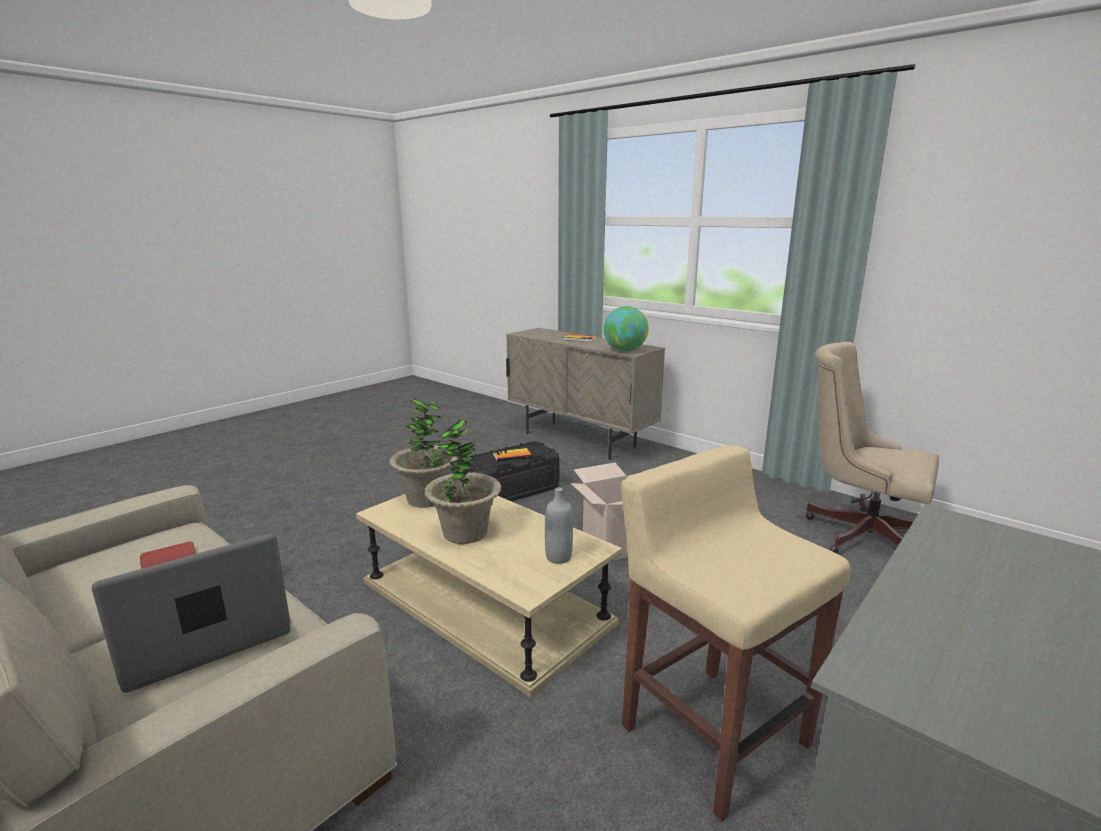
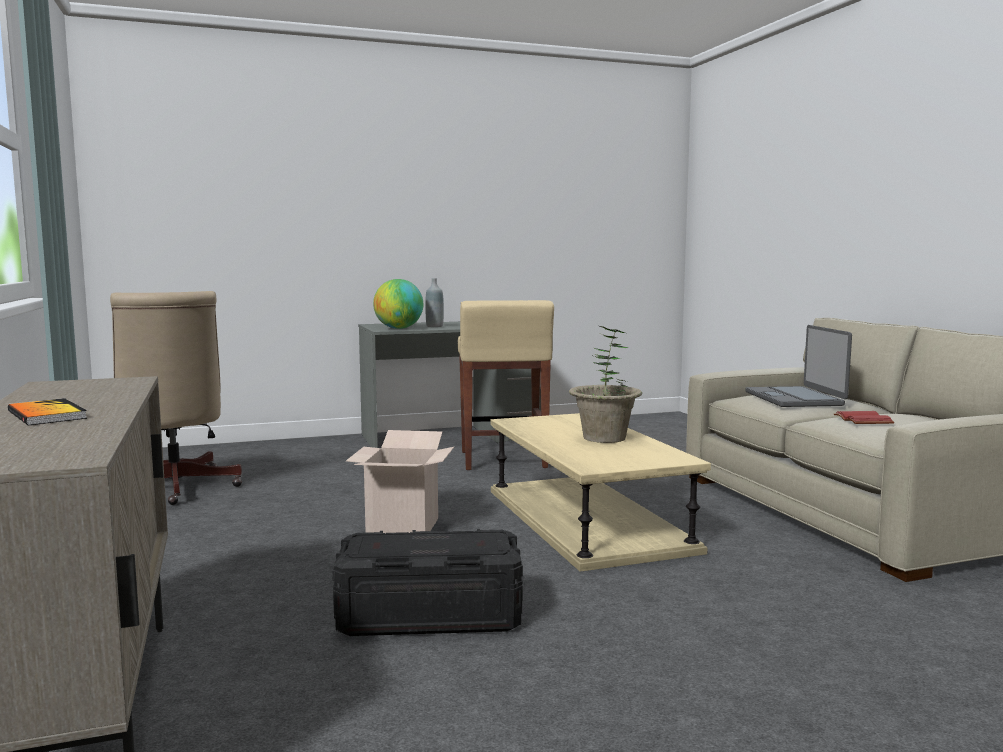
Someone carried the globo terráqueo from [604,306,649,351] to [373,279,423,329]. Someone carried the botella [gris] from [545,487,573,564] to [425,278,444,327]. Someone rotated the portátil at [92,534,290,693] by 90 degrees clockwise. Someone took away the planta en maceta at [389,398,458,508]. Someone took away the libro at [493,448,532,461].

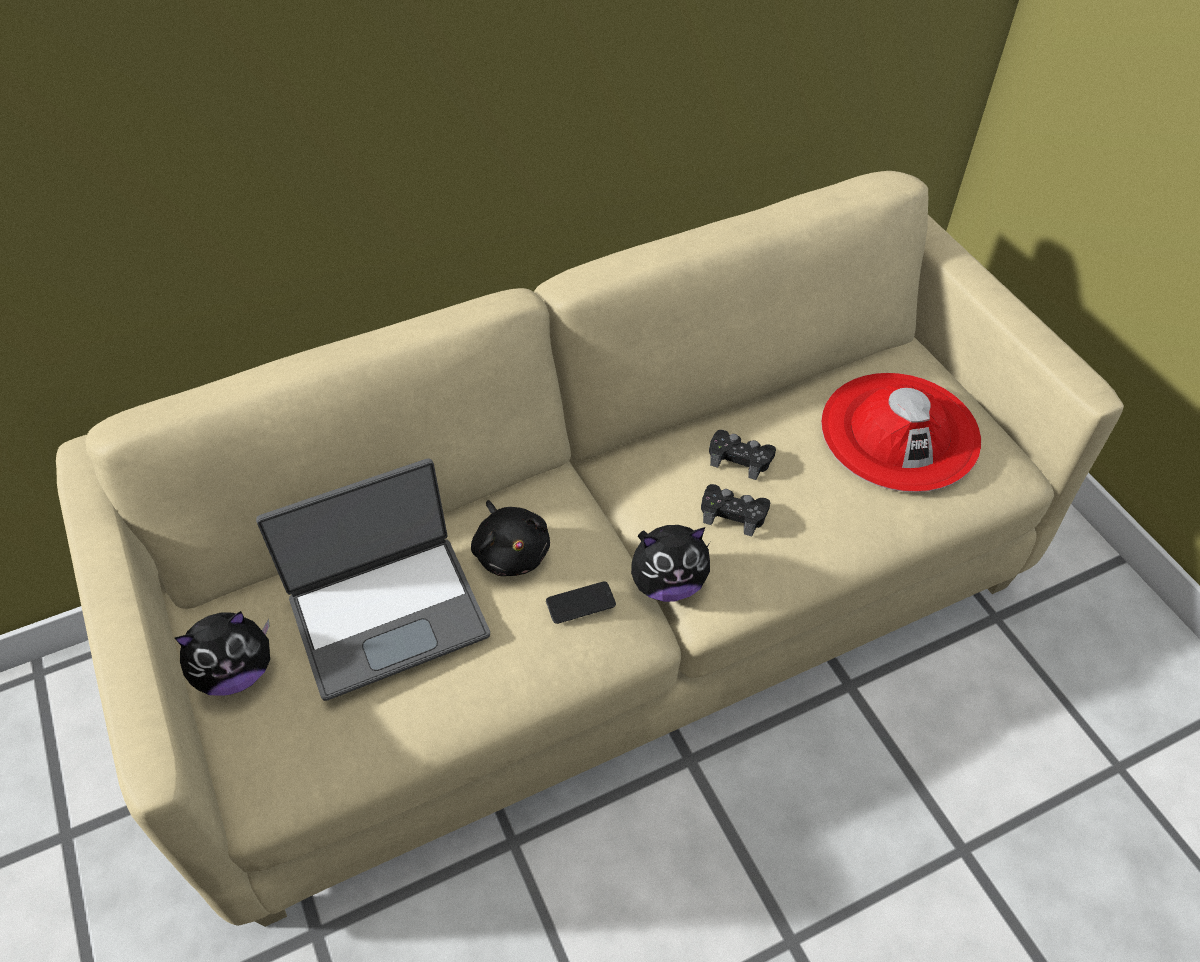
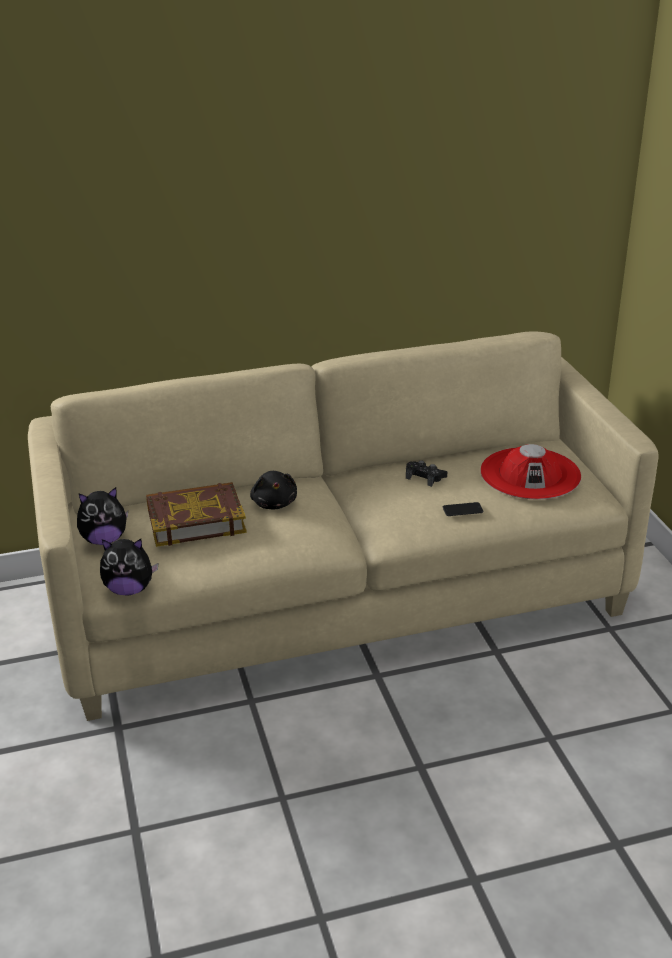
Someone carried the peluche from [631,525,710,602] to [100,539,159,596]. Someone swapped the portátil at [256,458,490,701] for the libro at [146,482,247,547]. Someone carried the móvil from [546,582,616,624] to [443,502,483,516]. Someone took away the mando de consola [negro] at [701,484,770,536].

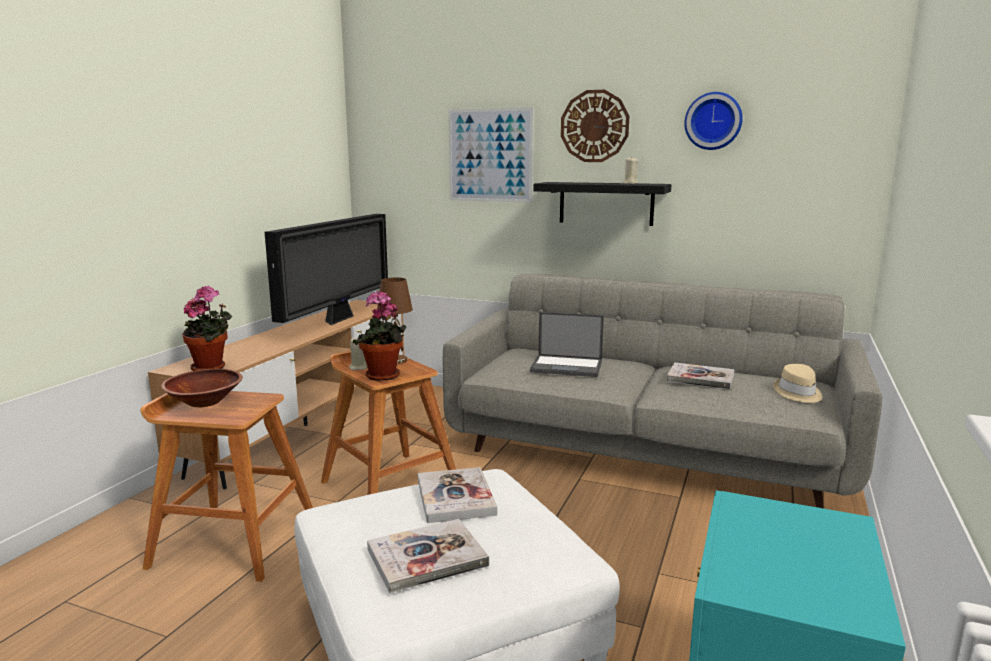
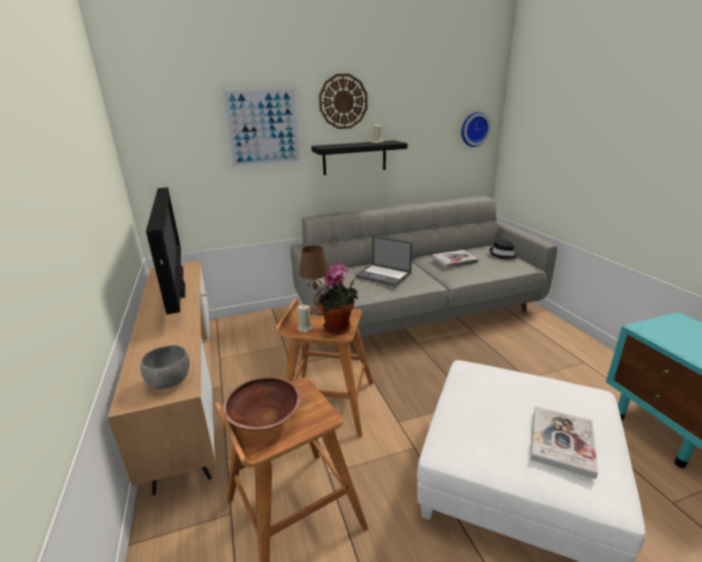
Someone swapped the planta en maceta at [182,285,233,371] for the cuenco [gris] at [140,345,190,389]. Someone rotated the portátil at [530,312,604,377] by 60 degrees clockwise. Someone carried the reloj de pared from [684,92,743,150] to [461,112,491,147]. Someone repainted the sombrero [beis] at [774,364,822,403], which became the sombrero [negro] at [490,239,518,260]. Someone took away the libro at [418,467,497,523].

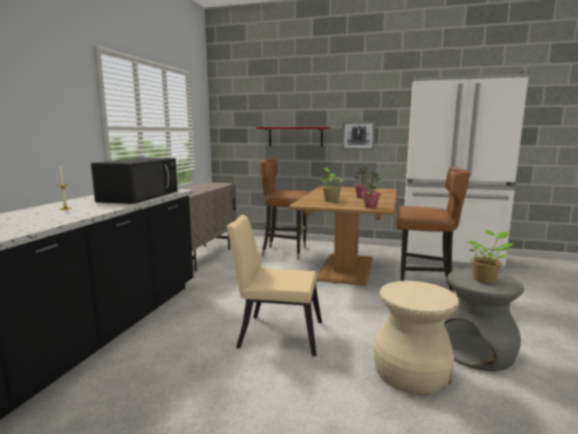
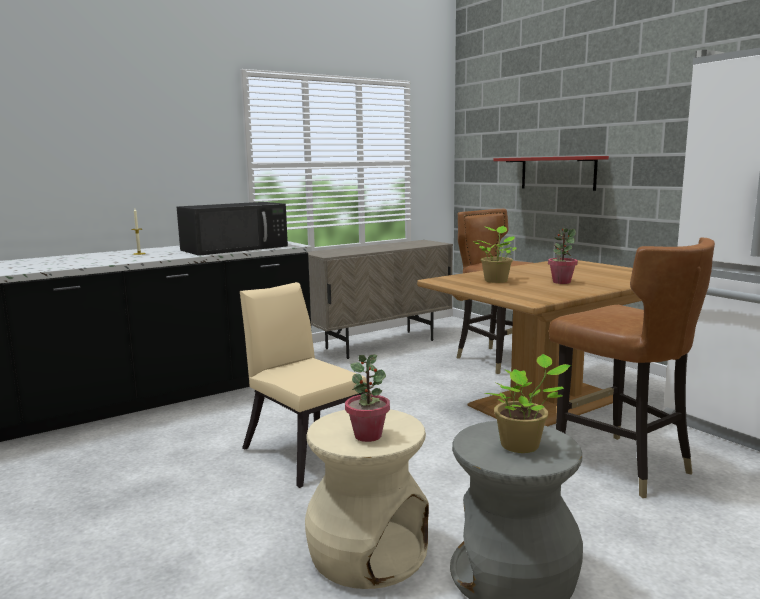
Someone carried the planta en maceta from [362,172,381,208] to [345,355,390,442]. Someone took away the cuadro at [342,121,375,150].

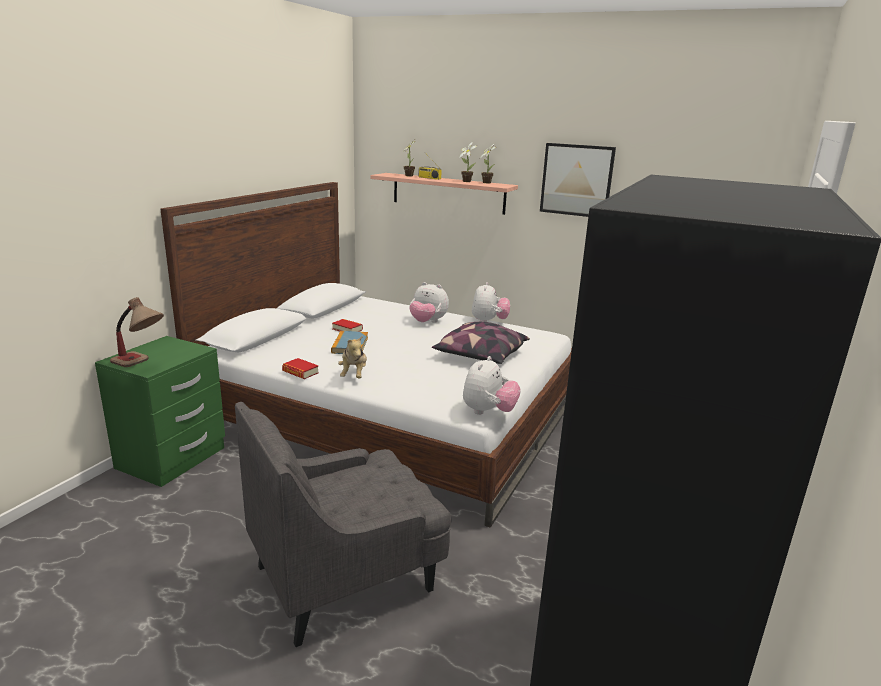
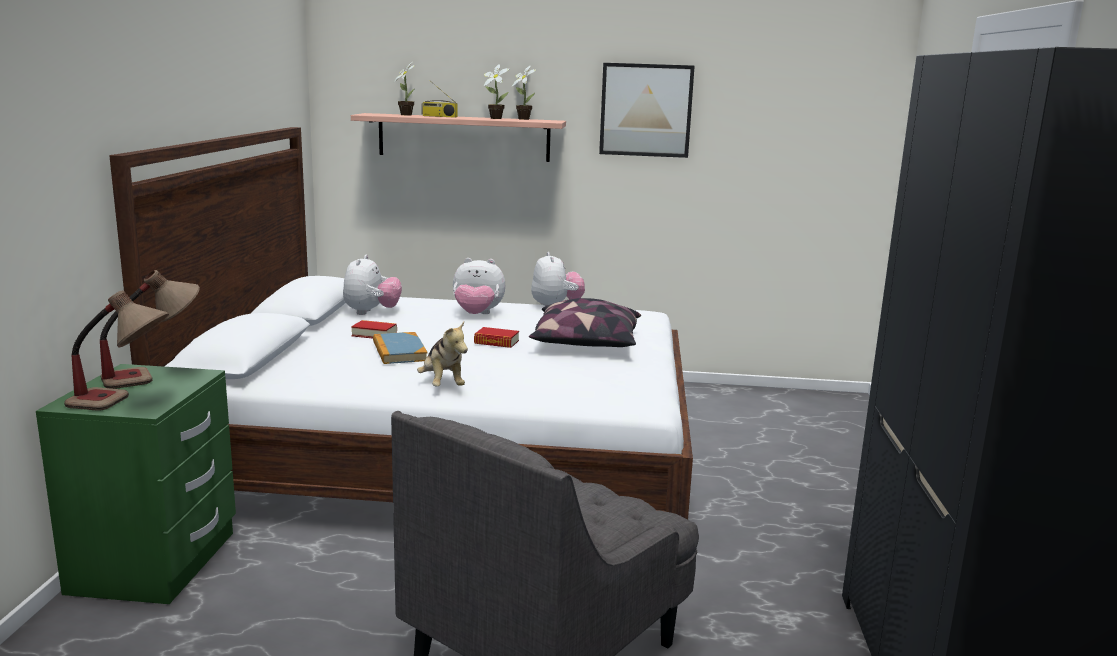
Someone put down the lámpara de mesa at [100,270,200,389]. Someone carried the peluche from [463,356,521,415] to [343,255,402,315]. Someone carried the libro from [282,358,319,379] to [474,327,519,348].

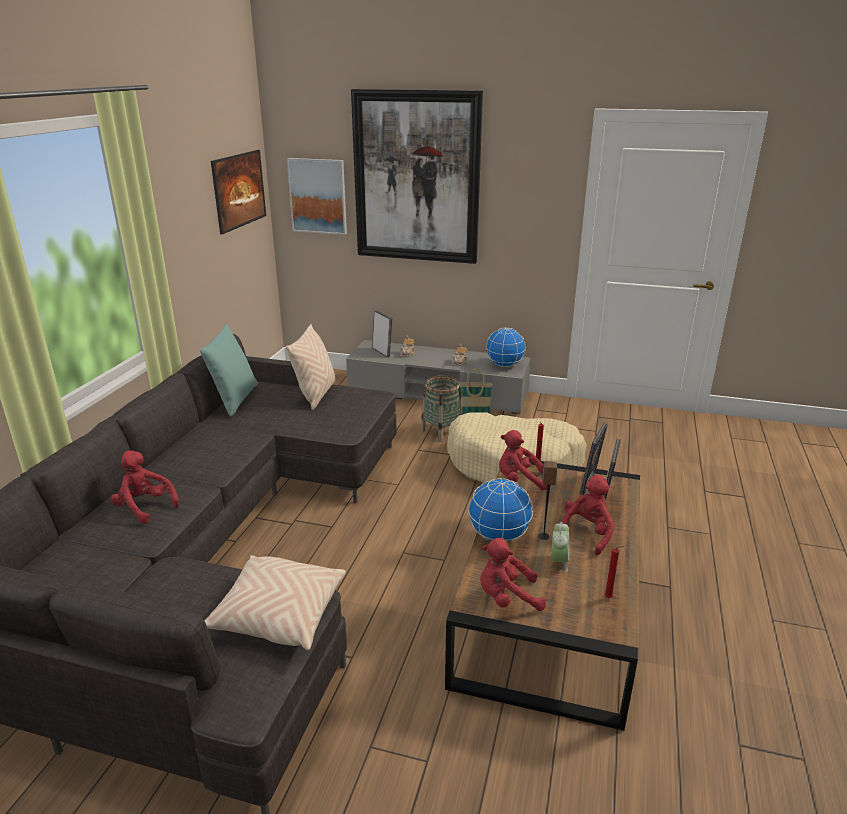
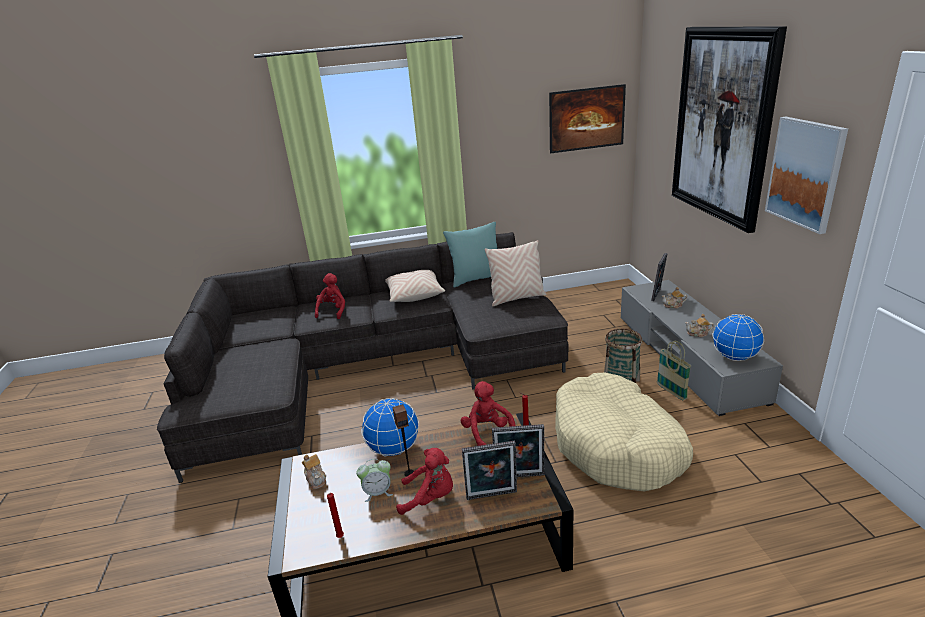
Someone swapped the peluche [rojo] at [480,538,546,611] for the tetera at [302,454,326,489]. Someone carried the cojín [beis] from [205,555,346,650] to [385,270,445,302]. Someone carried the cuadro from [287,158,347,235] to [765,117,848,234].

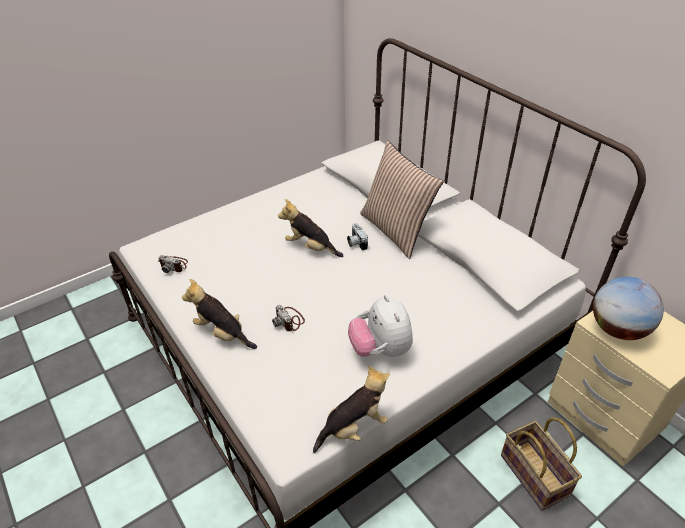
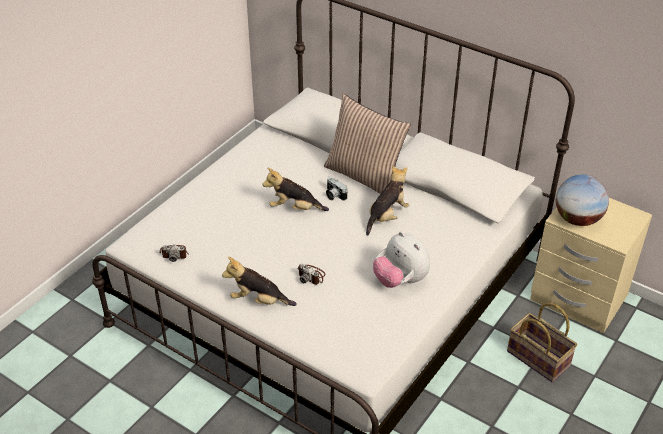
Someone carried the peluche from [313,365,390,453] to [366,166,409,235].

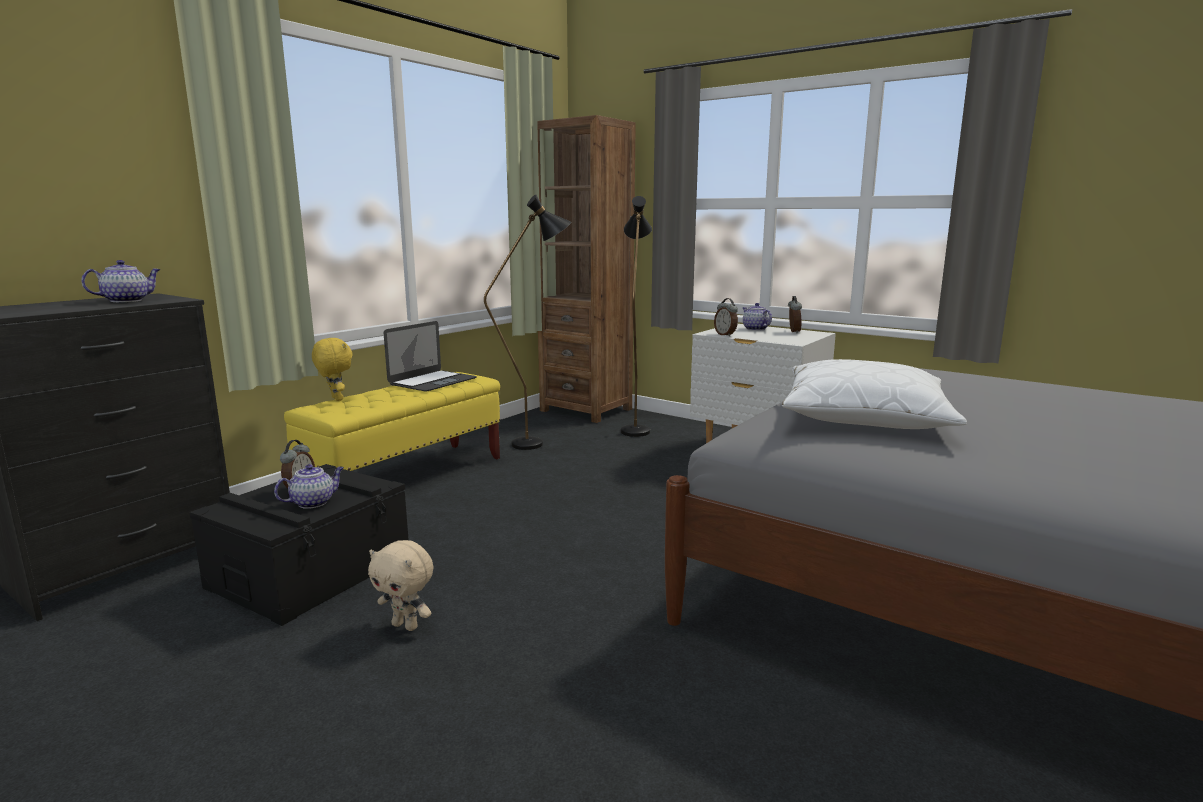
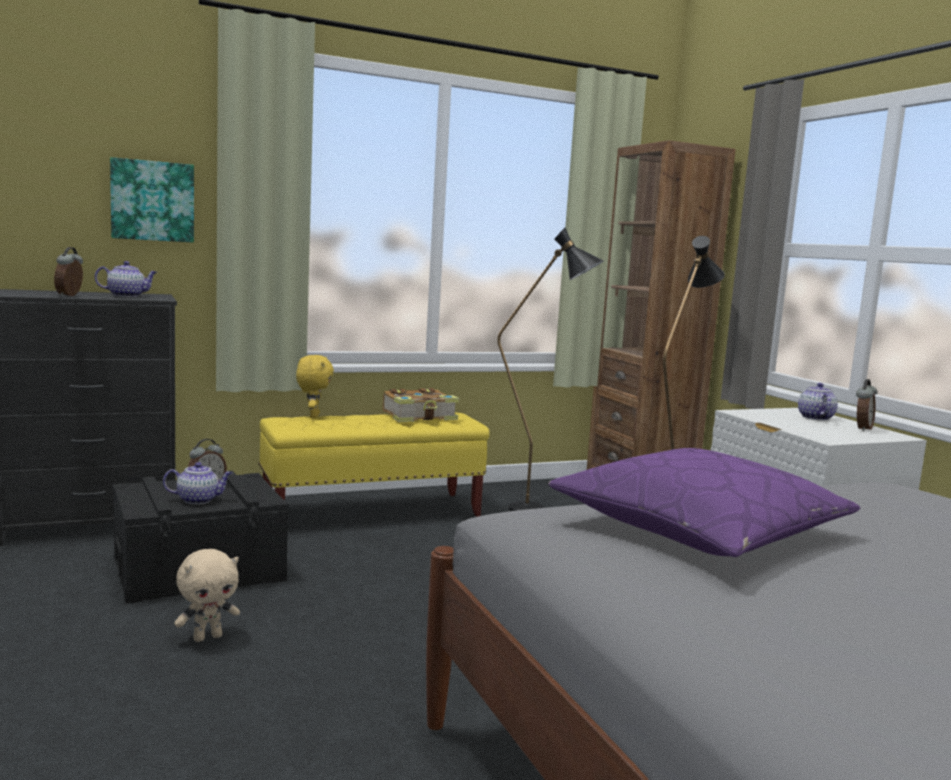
Someone carried the despertador from [714,298,738,337] to [54,247,83,296]. Someone put up the cuadro at [110,157,194,243]. Someone rotated the peluche [beis] at [368,540,433,631] by 90 degrees counterclockwise. Someone swapped the portátil at [384,321,477,391] for the libro at [383,388,459,422]. Someone repainted the cojín [blanco] at [782,359,967,429], which became the cojín [morado] at [548,448,860,557].

